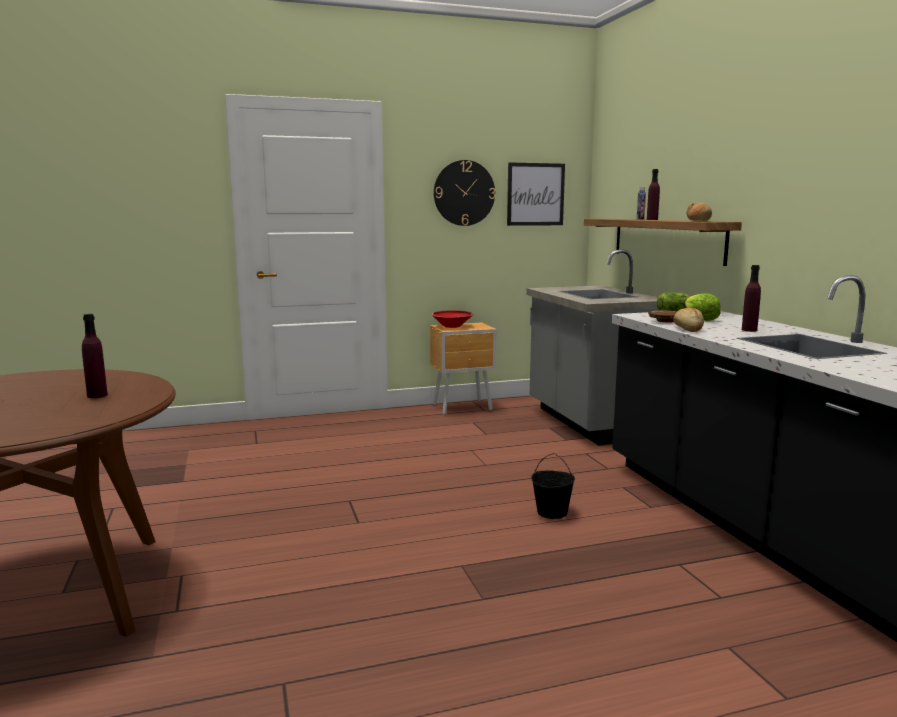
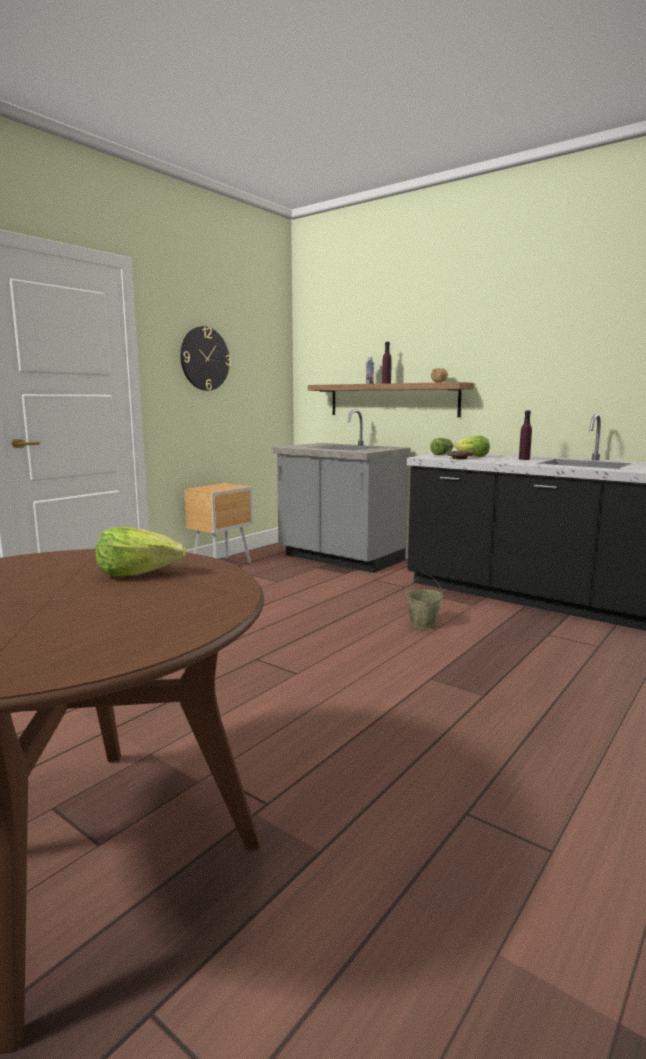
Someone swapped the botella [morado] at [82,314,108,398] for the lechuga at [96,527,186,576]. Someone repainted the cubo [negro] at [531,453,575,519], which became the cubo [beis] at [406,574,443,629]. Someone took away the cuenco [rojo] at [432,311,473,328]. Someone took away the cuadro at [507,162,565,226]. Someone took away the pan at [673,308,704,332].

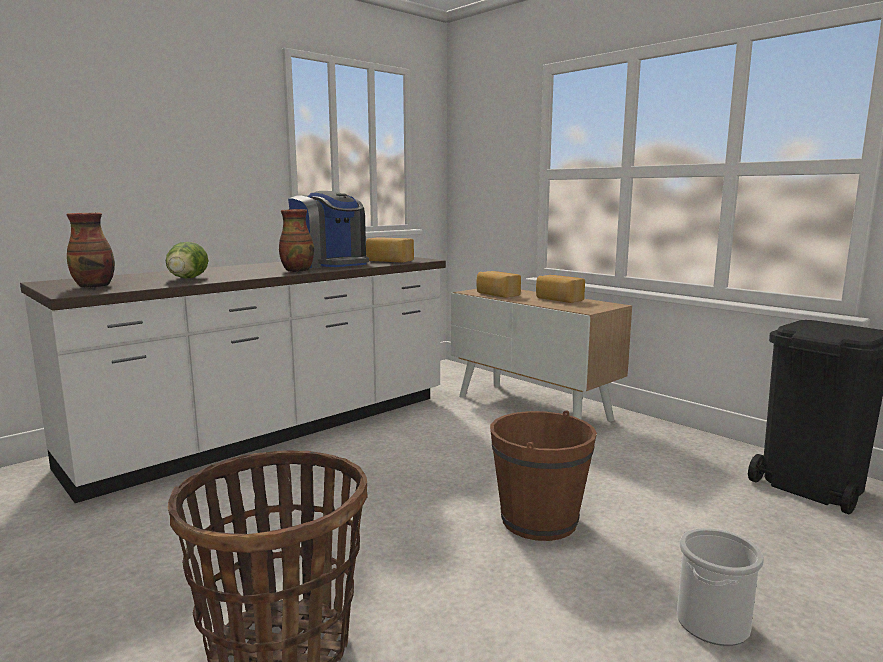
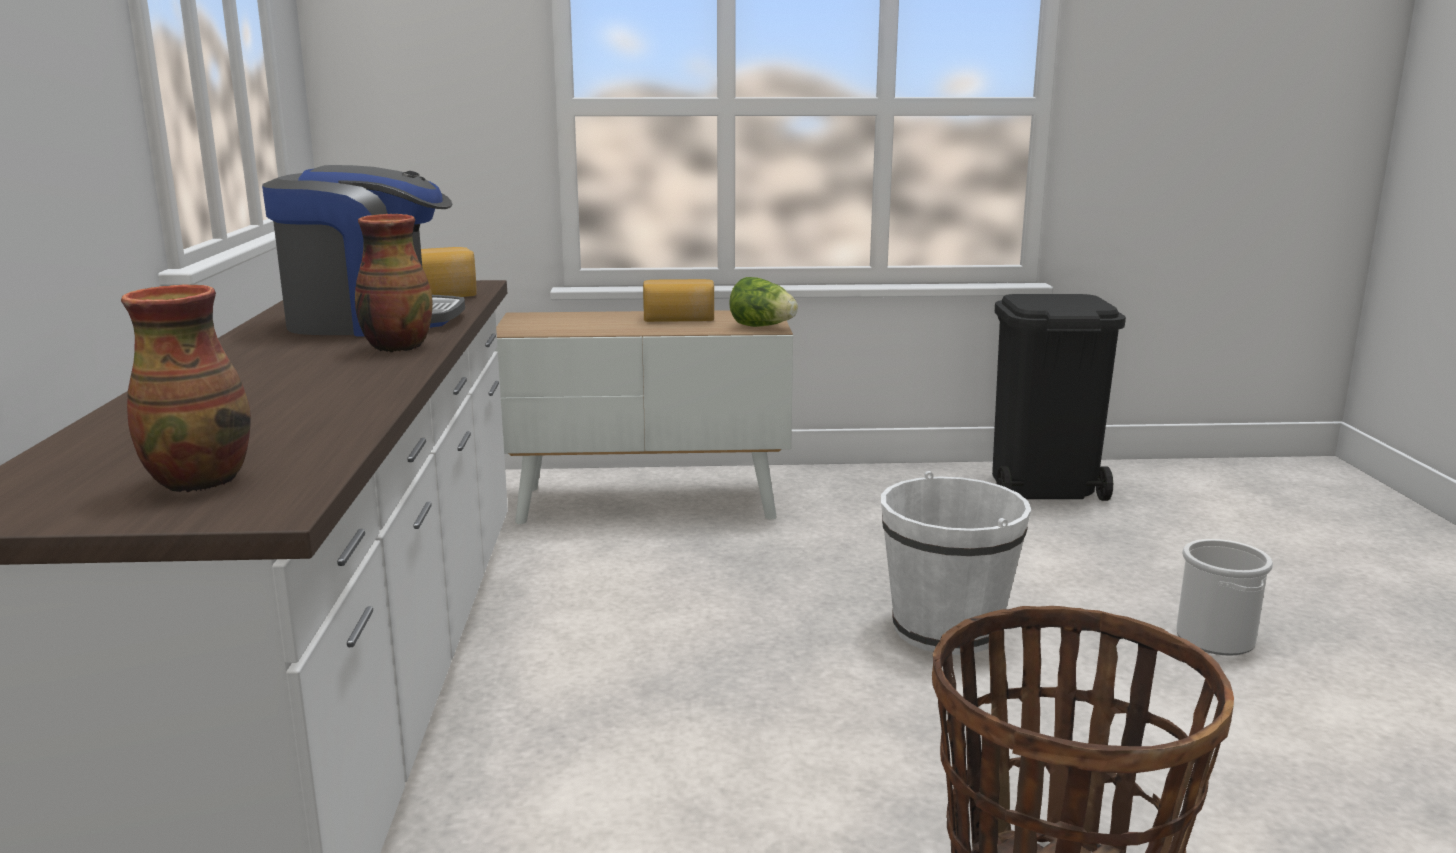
Someone carried the lechuga from [166,242,208,279] to [729,277,798,327]. Someone repainted the cubo [marrón] at [490,410,597,541], which became the cubo [blanco] at [881,471,1031,655]. Someone took away the pan at [476,271,521,298].

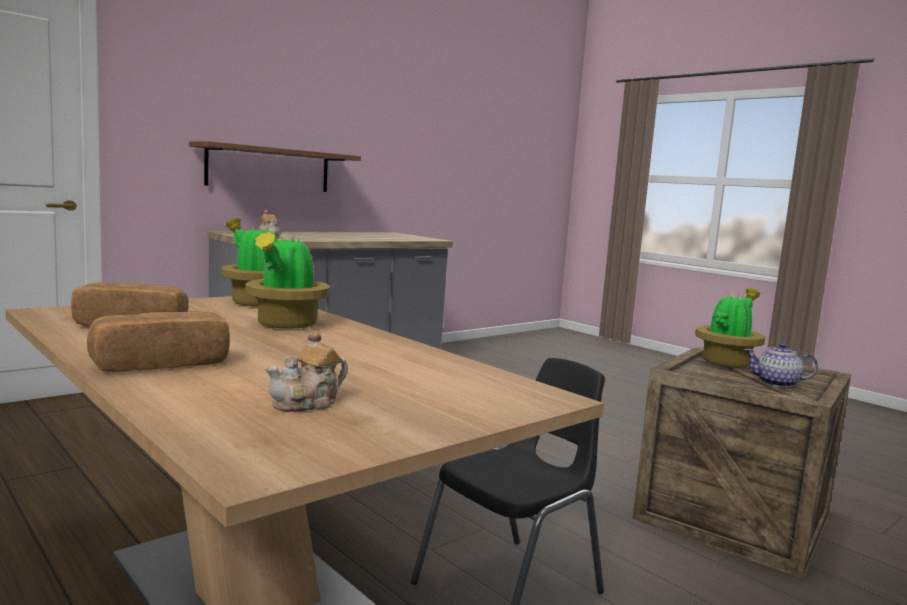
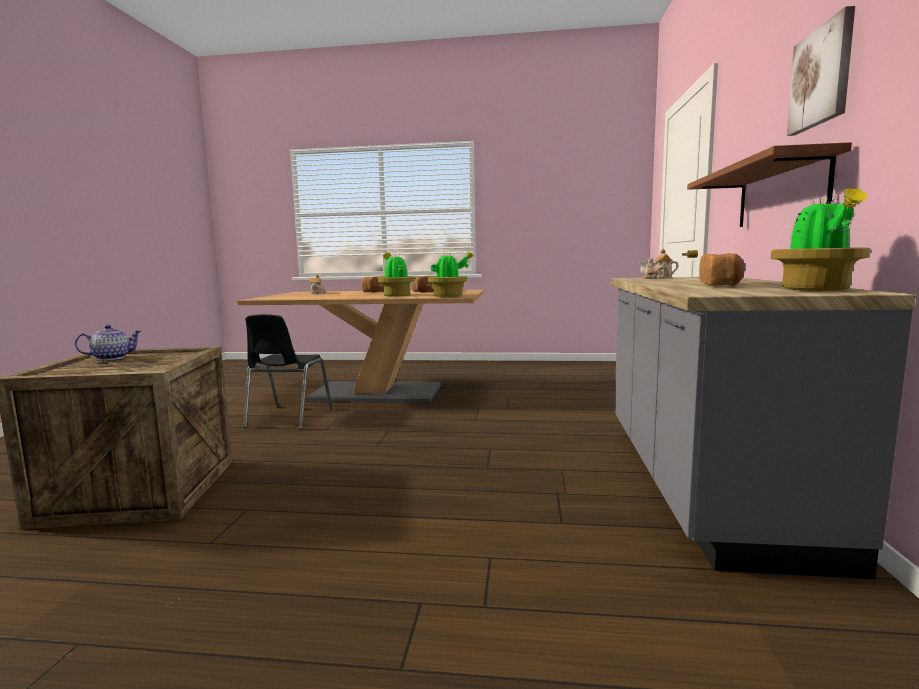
Someone put down the pan at [699,253,745,286]. Someone carried the planta en maceta from [695,288,765,368] to [771,188,871,291]. Someone put up the cuadro at [787,6,855,136].

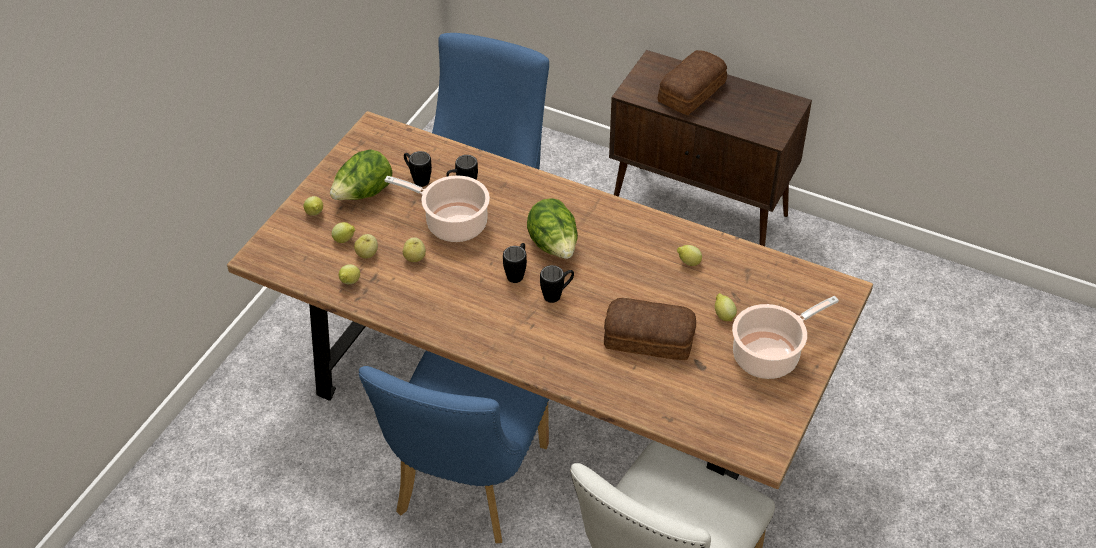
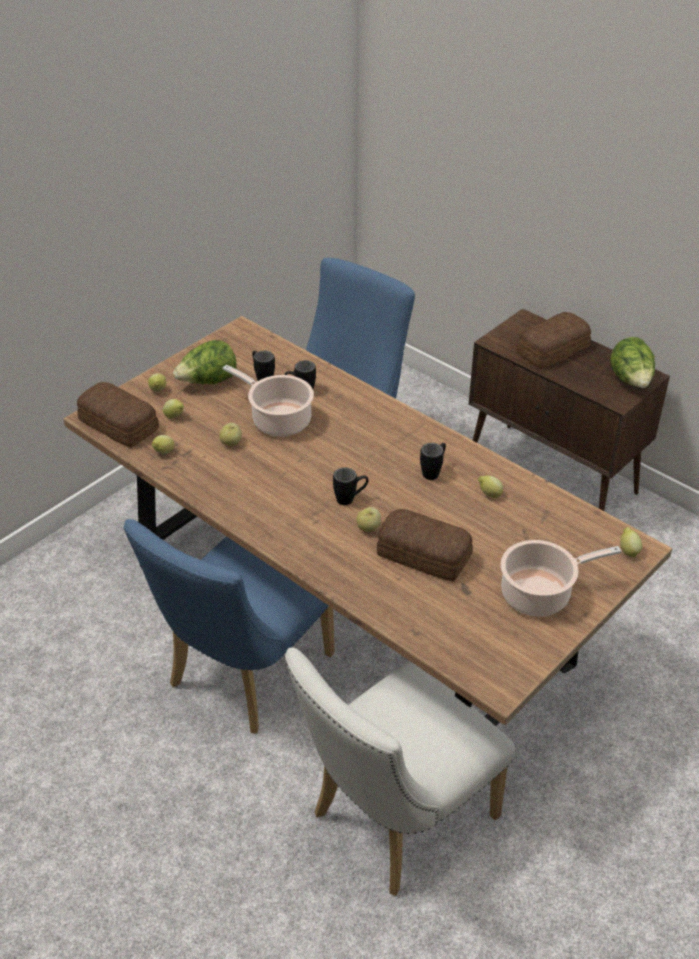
Someone put down the pan at [77,382,159,448]. Someone carried the manzana from [354,234,378,258] to [356,507,381,532]. Someone carried the taza grande [negro] from [503,243,527,283] to [420,443,446,480]. Someone carried the lechuga from [527,198,578,259] to [610,337,655,388]. Someone carried the limón from [715,293,737,321] to [620,527,642,558].

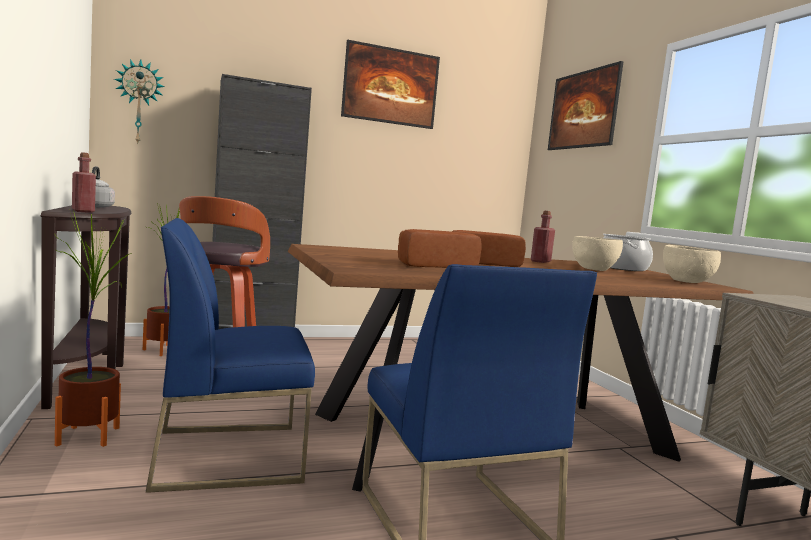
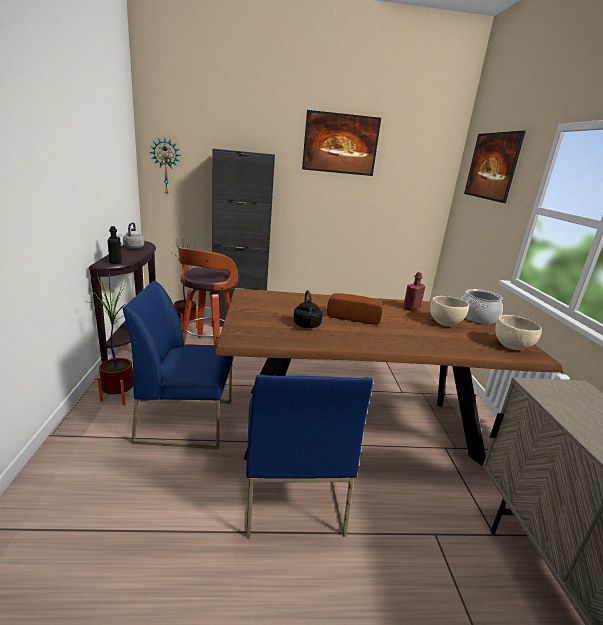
Someone repainted the botella [rojo] at [72,152,96,213], which became the botella [negro] at [108,226,122,264]. Someone swapped the pan at [398,229,481,268] for the hervidor [negro] at [293,290,323,328].

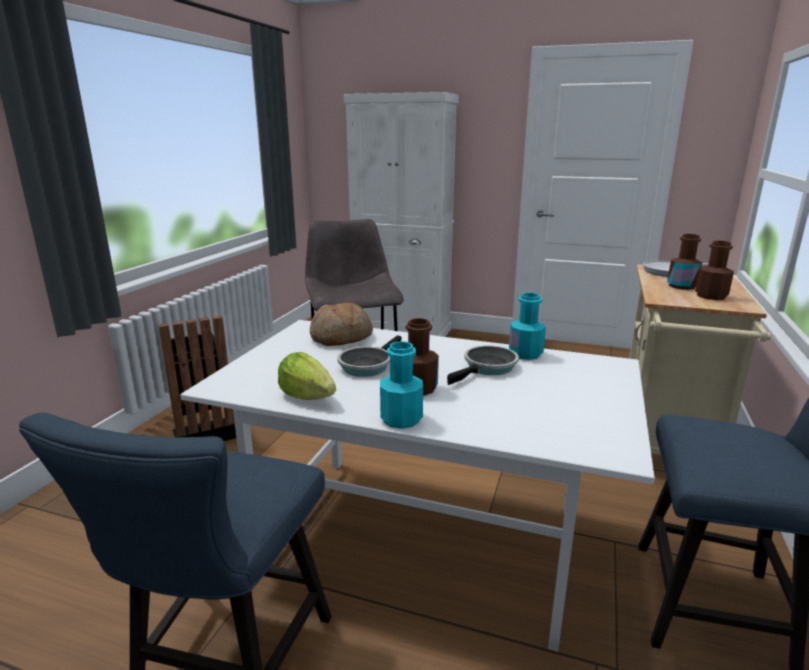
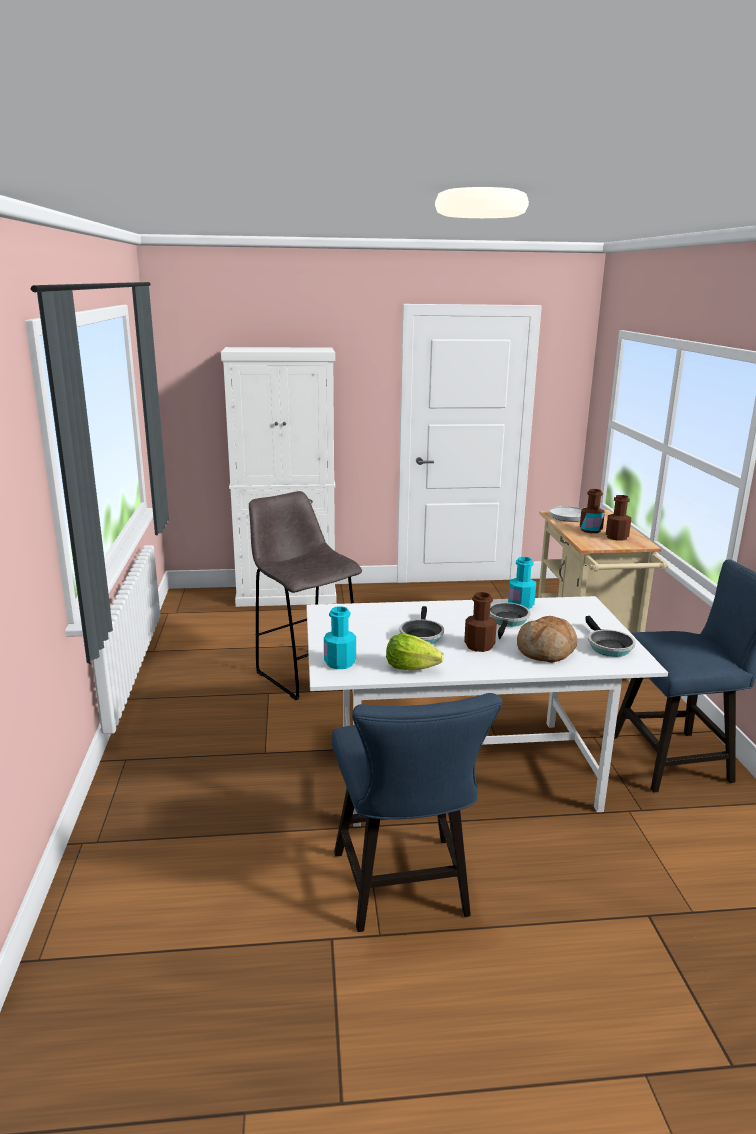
Someone carried the botella [turquesa] from [380,341,423,429] to [324,606,356,669]. Someone carried the pan from [310,303,373,346] to [517,616,578,663]. Someone put down the sartén at [585,616,636,657]. Someone took away the papelera [negro] at [158,315,236,441].

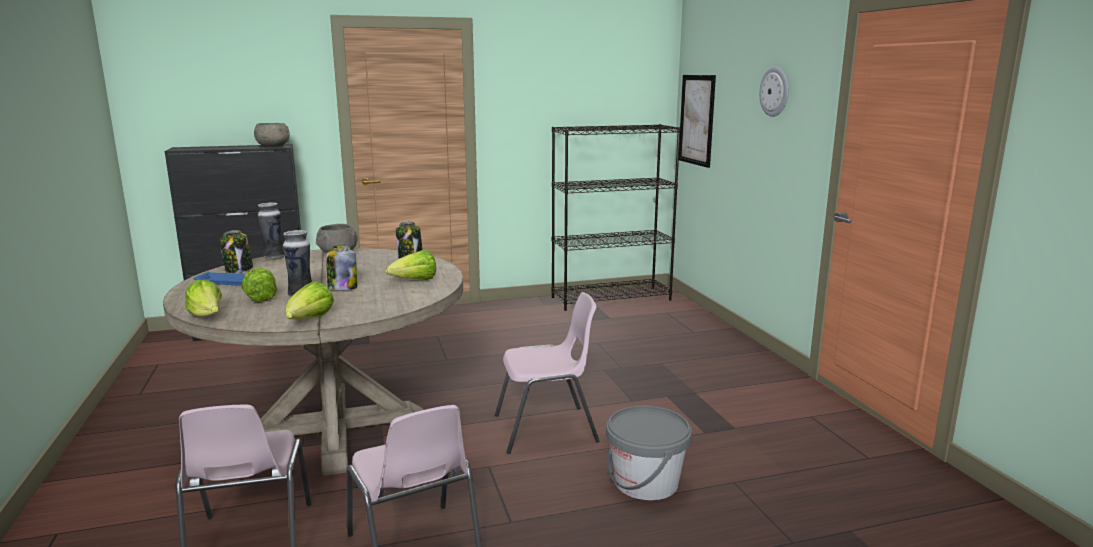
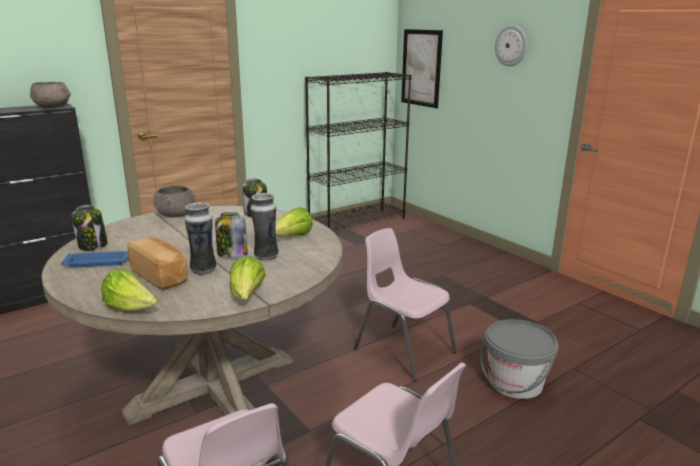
Someone swapped the lechuga at [242,267,277,302] for the pan at [127,237,188,291]. Someone carried the florero from [258,202,284,260] to [250,193,278,261]. Someone rotated the silla [rosa] at [495,292,600,454] by 105 degrees counterclockwise.

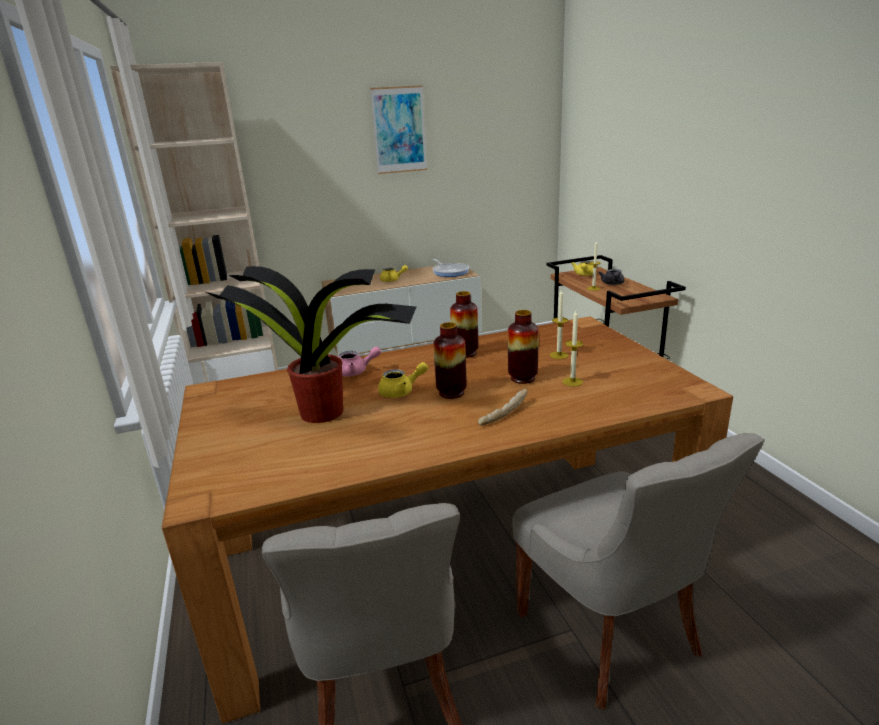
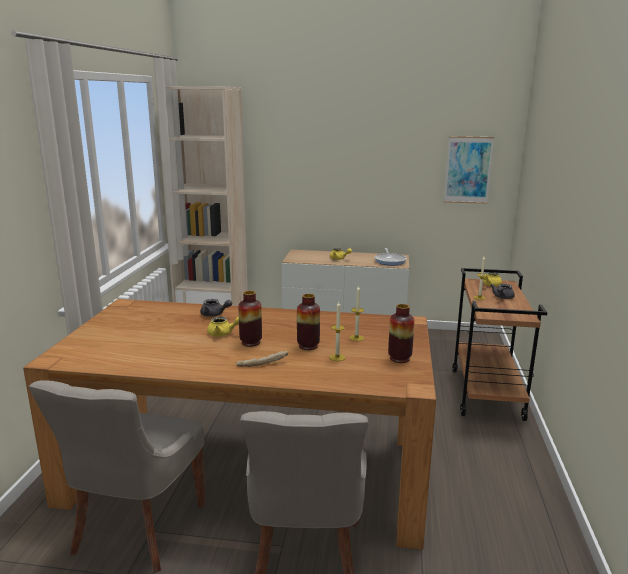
Someone repainted the tetera [rosa] at [338,347,381,377], which became the tetera [gris] at [200,299,232,317]. Someone carried the florero from [450,291,478,358] to [388,304,415,363]. Someone carried the cuadro from [370,85,427,174] to [444,136,494,204]. Someone took away the planta en maceta at [205,266,416,423].

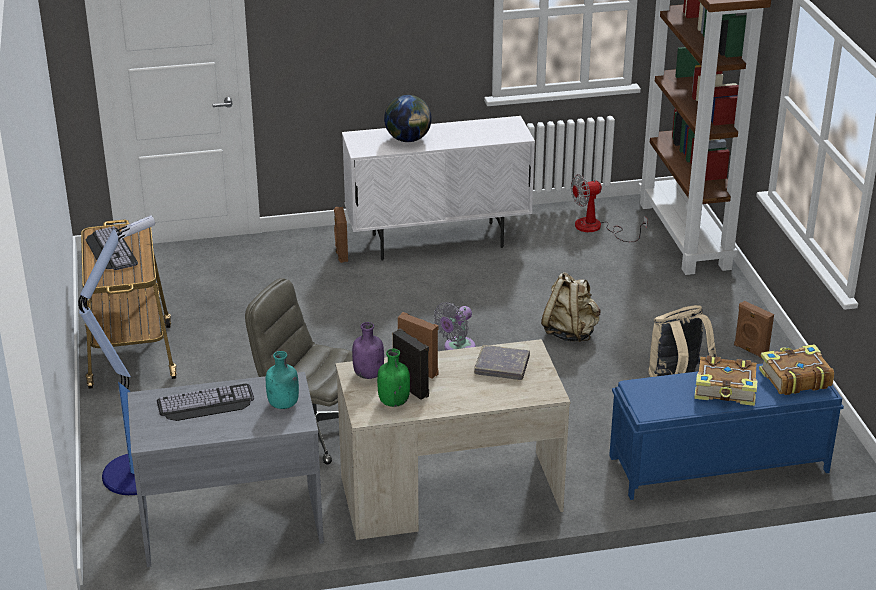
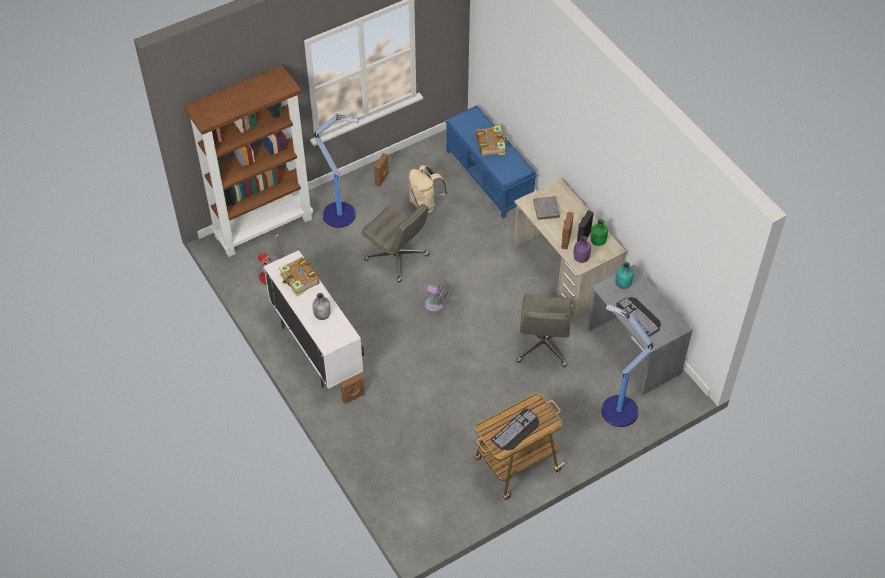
Someone carried the libro from [759,344,834,395] to [279,257,320,296]. Someone swapped the globo terráqueo at [384,95,432,142] for the botella [gris] at [313,293,331,320]. Someone put down the lámpara de pie at [314,114,359,228]. Someone swapped the mochila [beis] at [541,272,600,342] for the silla de oficina [gris] at [361,204,429,283].

